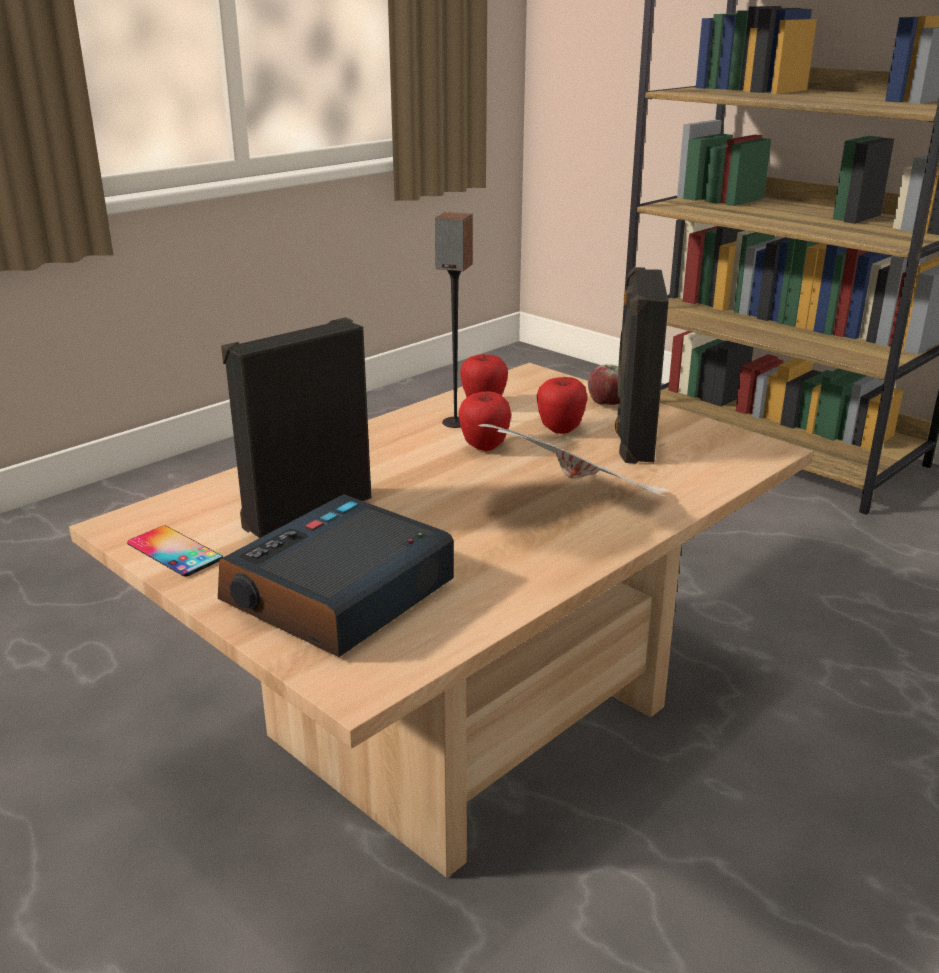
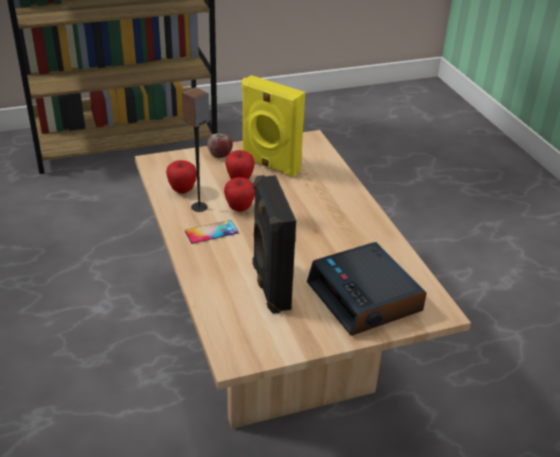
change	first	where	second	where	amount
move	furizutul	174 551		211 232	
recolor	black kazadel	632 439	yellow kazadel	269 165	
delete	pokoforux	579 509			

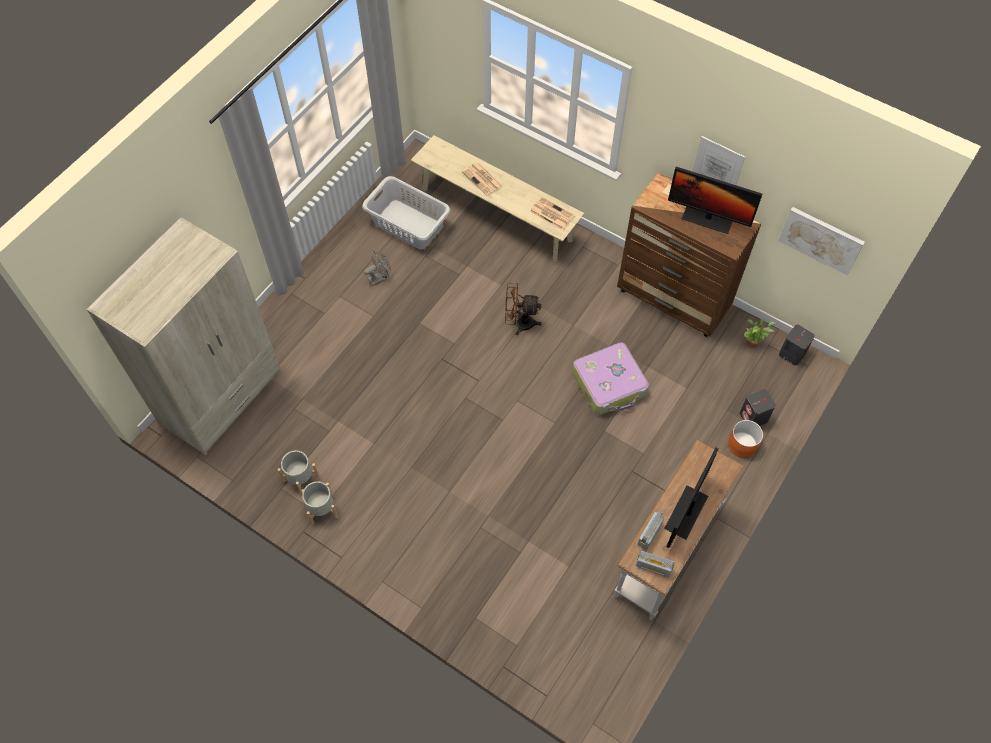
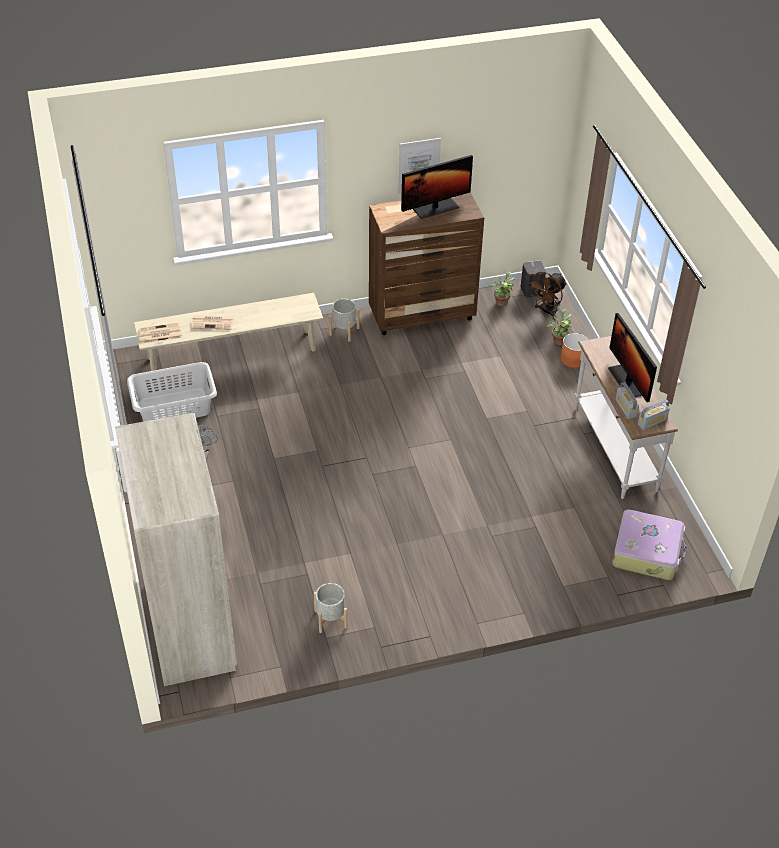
change	first	where	second	where	amount
move	pokoforux	551 213		159 334	
move	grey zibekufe	322 509		344 331	
move	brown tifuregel	519 323		546 311	
replace	grey kazadel	753 417	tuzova	558 340	
move	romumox	609 384		647 551	
delete	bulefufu	821 239			

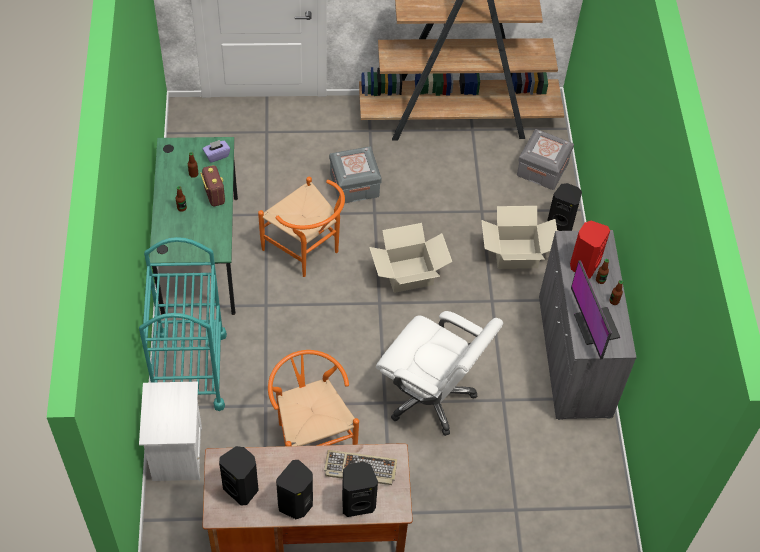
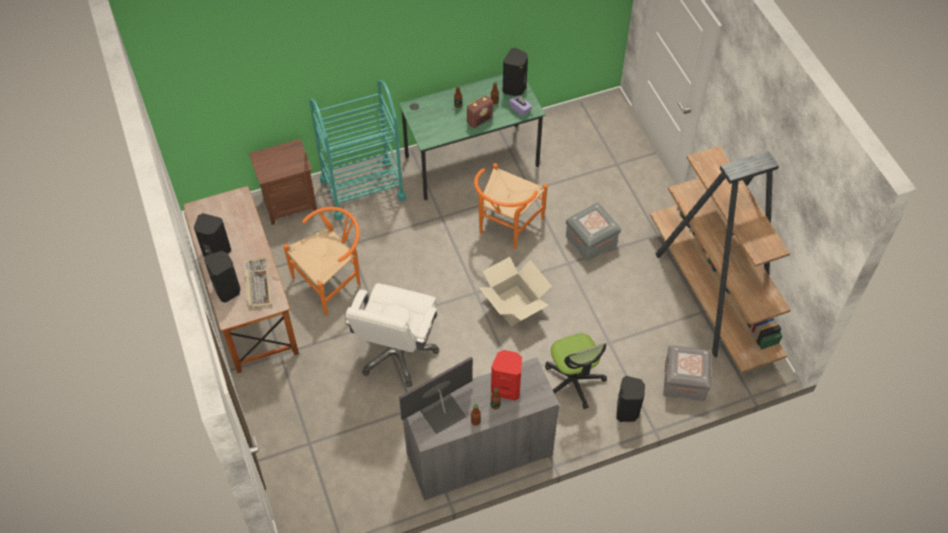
change	first	where	second	where	amount
recolor	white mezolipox	176 454	brown mezolipox	289 204	
move	black kazadel	242 488		515 88	
replace	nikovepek	516 254	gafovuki	573 382	

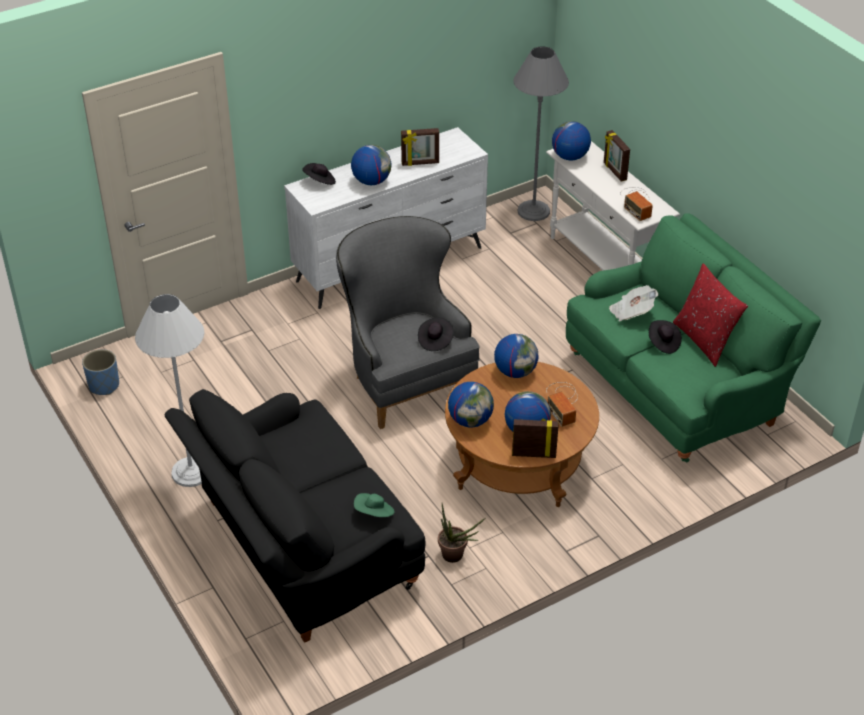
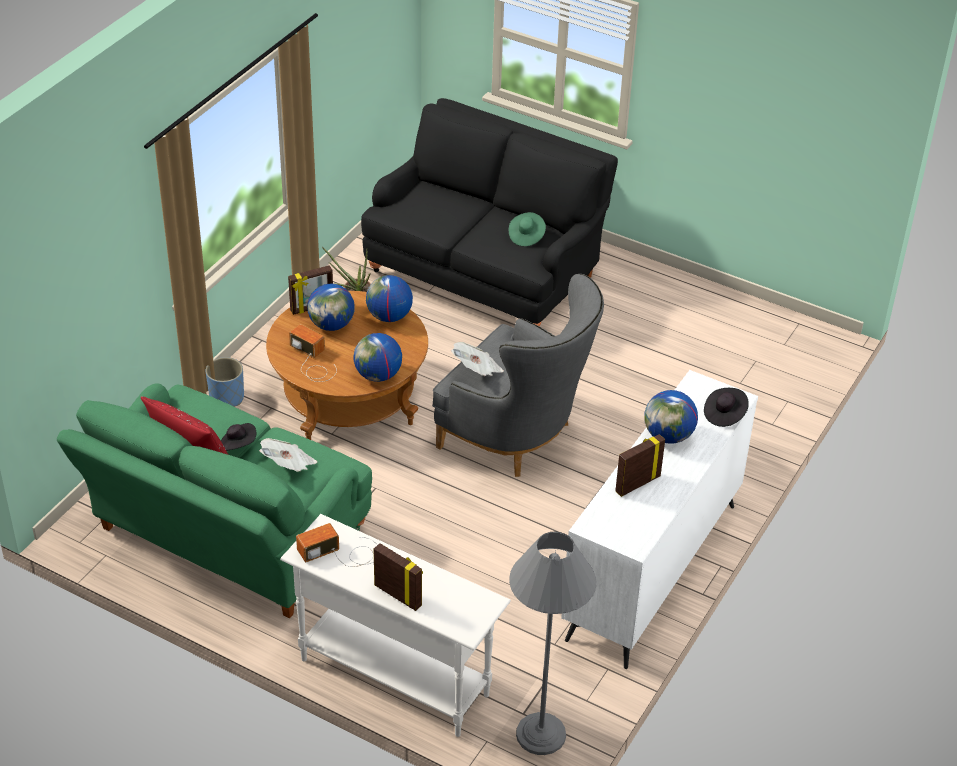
change	first	where	second	where	amount
move	blue zibekufe	104 385		226 398	
rotate	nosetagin	637 202		342 553	60 degrees counterclockwise
replace	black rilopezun	435 340	pokoforux	477 370	
move	green rilopezun	374 513		526 236	
delete	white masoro	191 472			
delete	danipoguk	569 157			

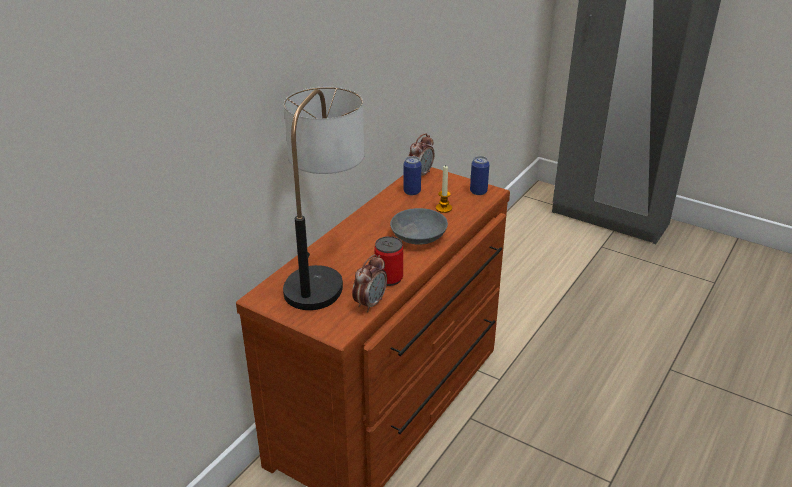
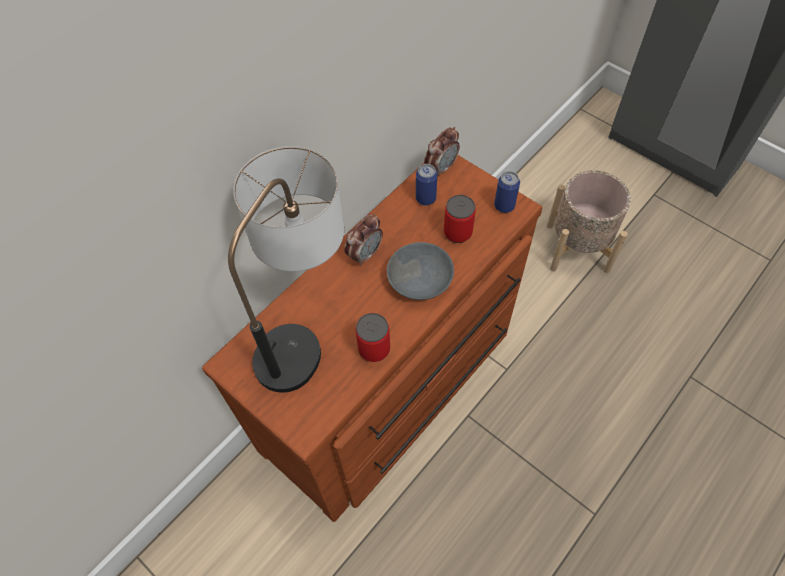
change	first	where	second	where	amount
move	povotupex	370 303		365 254	
replace	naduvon	443 208	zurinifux	457 232	
insert			beige zibekufe	578 248	

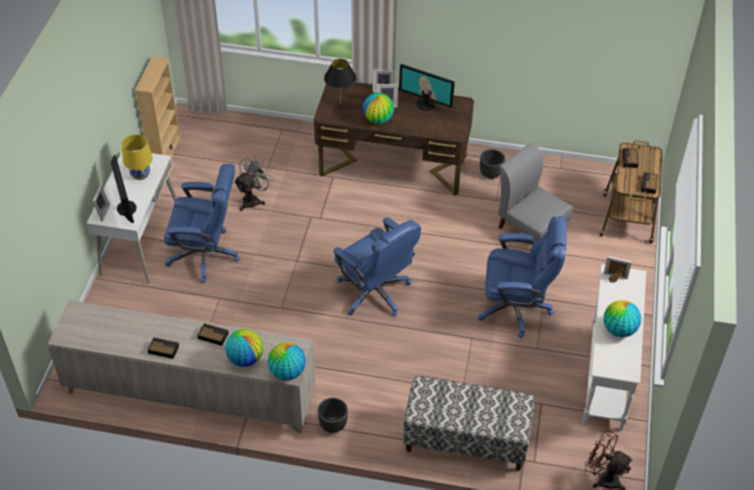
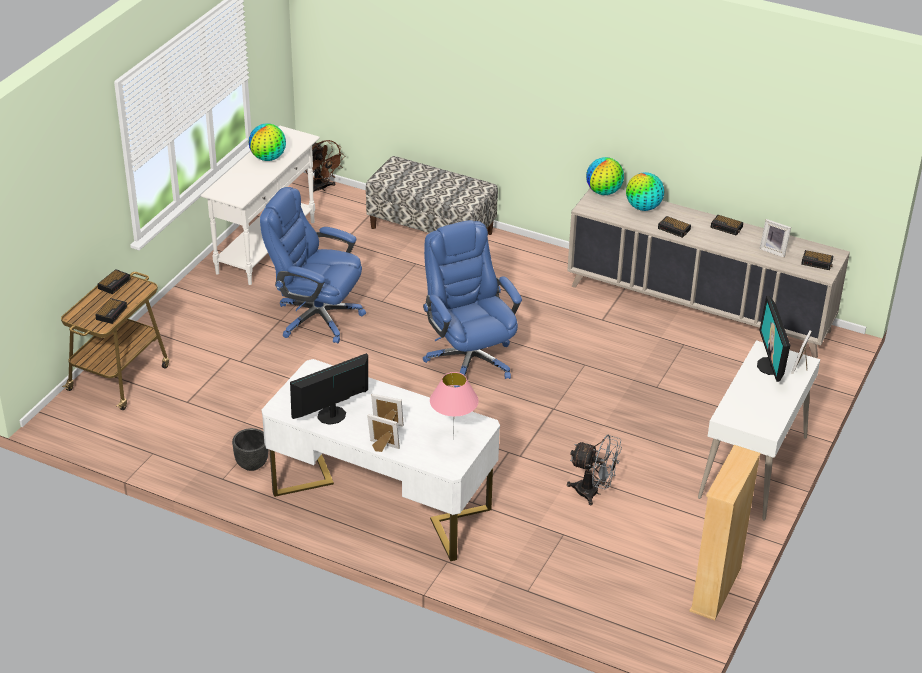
change	first	where	second	where	amount
recolor	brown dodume	393 166	white dodume	381 501	
rotate	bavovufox	426 104		332 416	75 degrees counterclockwise
recolor	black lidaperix	341 104	pink lidaperix	453 438	
rotate	grey tifuregel	253 199		593 492	120 degrees counterclockwise
move	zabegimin	614 279		774 250	
insert			povotupex	817 262	
delete	yellow lidaperix	140 174			
delete	blue gafovuki	205 255			
delete	black zibekufe	333 425			
delete	danipoguk	378 120			
delete	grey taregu	530 228			

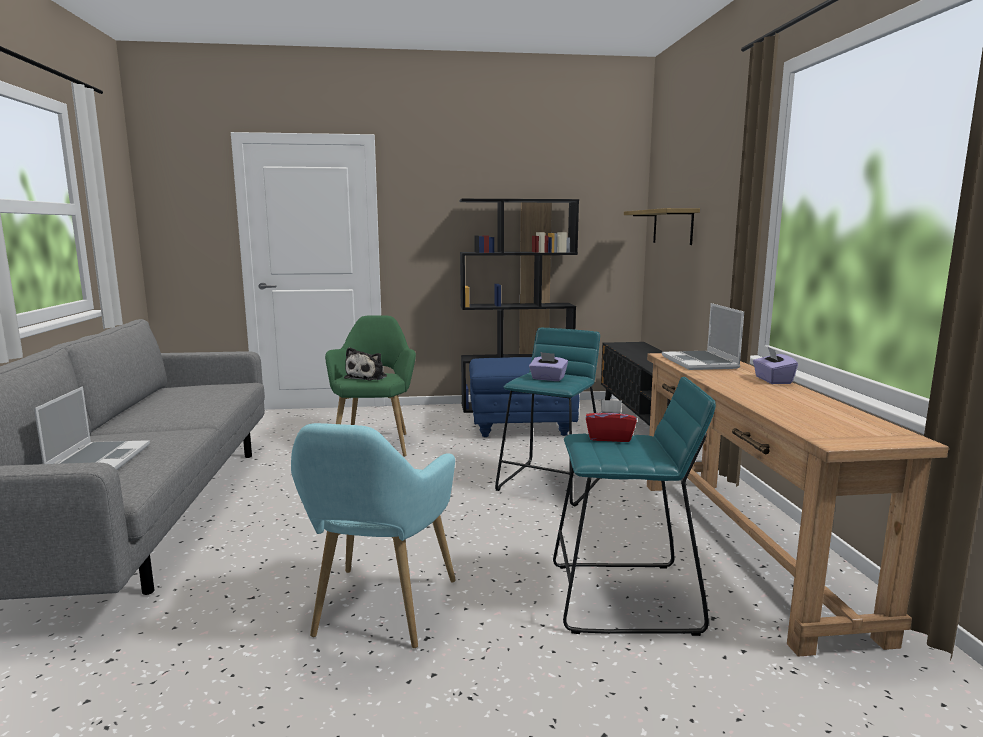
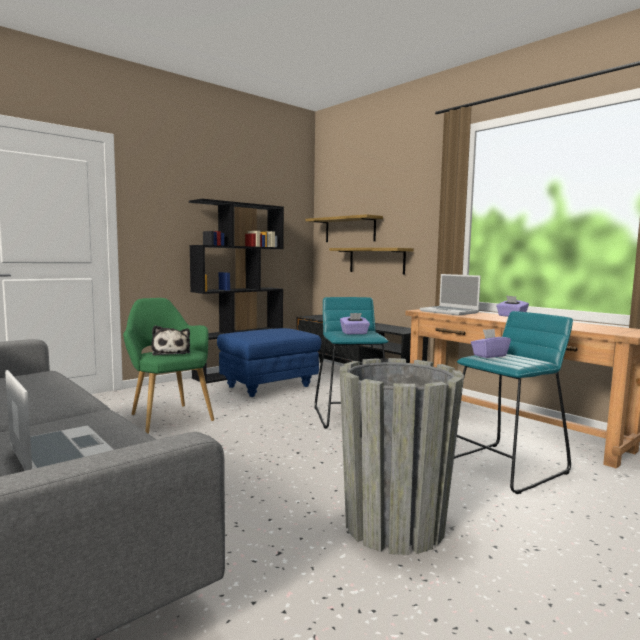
change	first	where	second	where	amount
insert			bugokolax	376 260	
replace	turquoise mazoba	378 613	grey zibekufe	394 525	
recolor	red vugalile	609 437	purple vugalile	489 355	

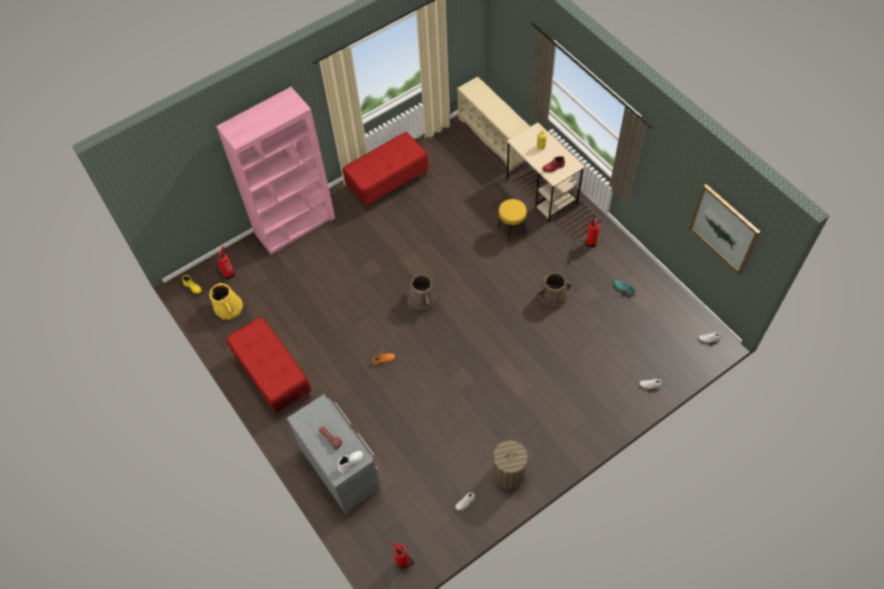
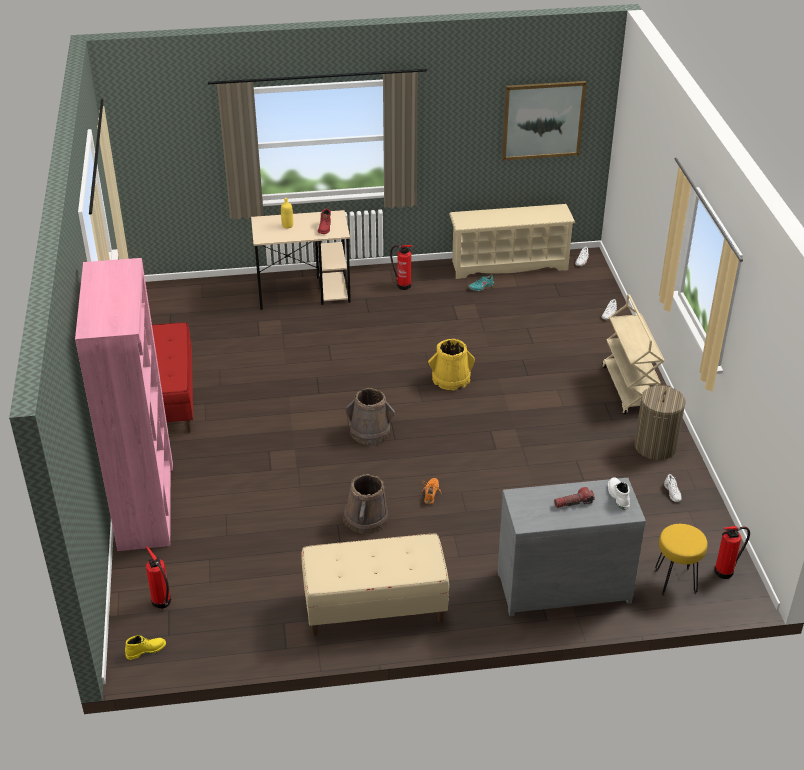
change	first	where	second	where	amount
recolor	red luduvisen	273 376	beige luduvisen	374 608	
move	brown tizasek	552 296		365 519	
move	yellow tizasek	228 308		450 379	
move	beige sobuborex	494 137		509 265	
insert			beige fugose	629 389	
move	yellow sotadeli	511 231		675 582	

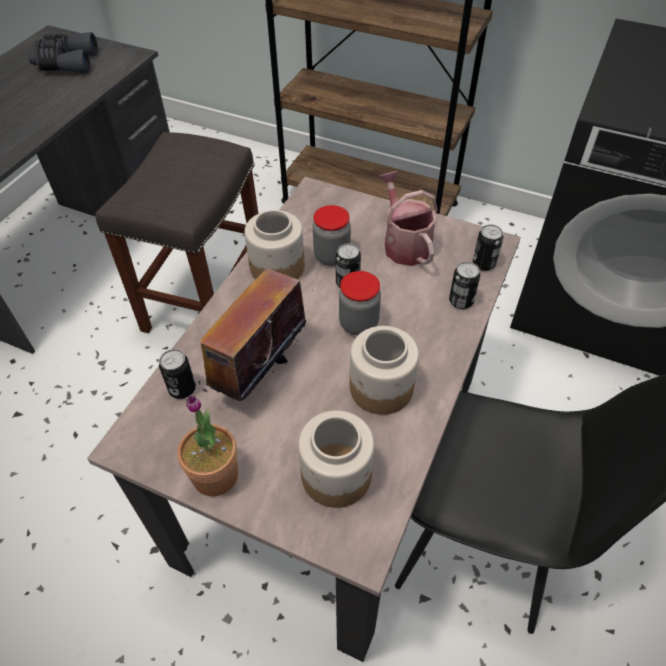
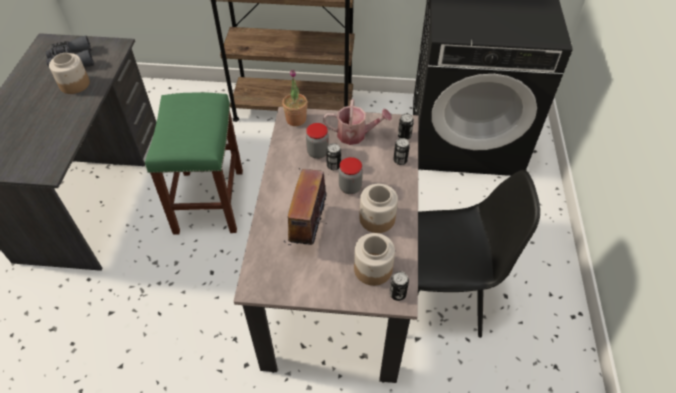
change	first	where	second	where	amount
move	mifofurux	277 268		74 85	
recolor	grey sotadeli	206 301	green sotadeli	210 202	
move	tuzova	215 475		296 119	
rotate	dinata	404 243		356 135	135 degrees clockwise
move	zurinifux	182 389		397 294	

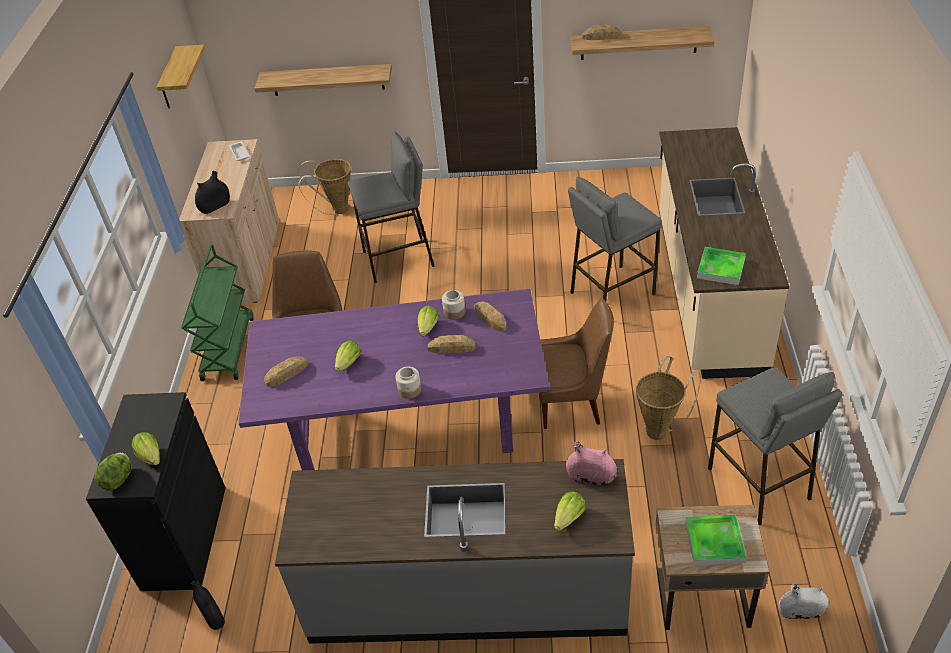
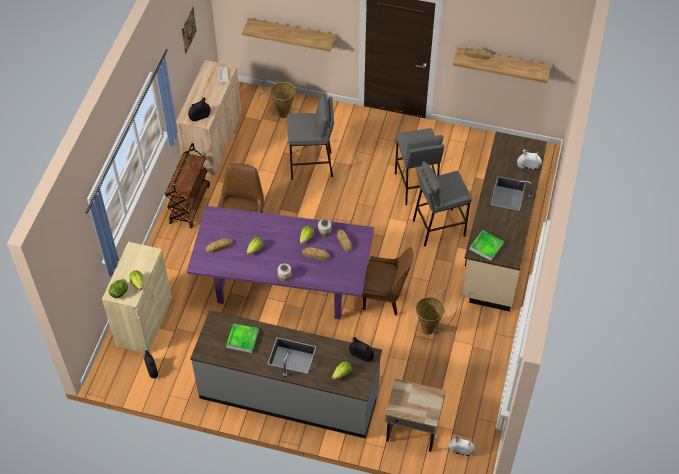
change	first	where	second	where	amount
recolor	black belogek	184 537	beige belogek	144 321	
recolor	green fugose	227 348	brown fugose	189 203	
replace	bugokolax	170 79	bulefufu	188 30	
move	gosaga	714 542		242 339	
recolor	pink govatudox	591 478	black govatudox	361 355	
move	grey sotadeli	759 483		416 186	
insert			white govatudox	528 167	

